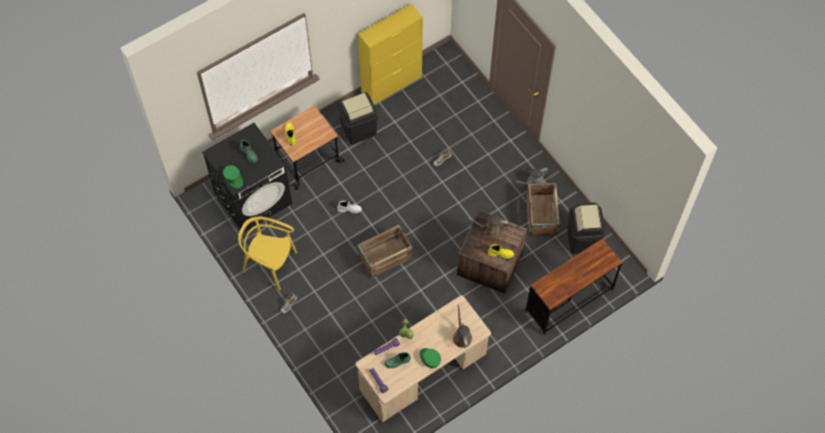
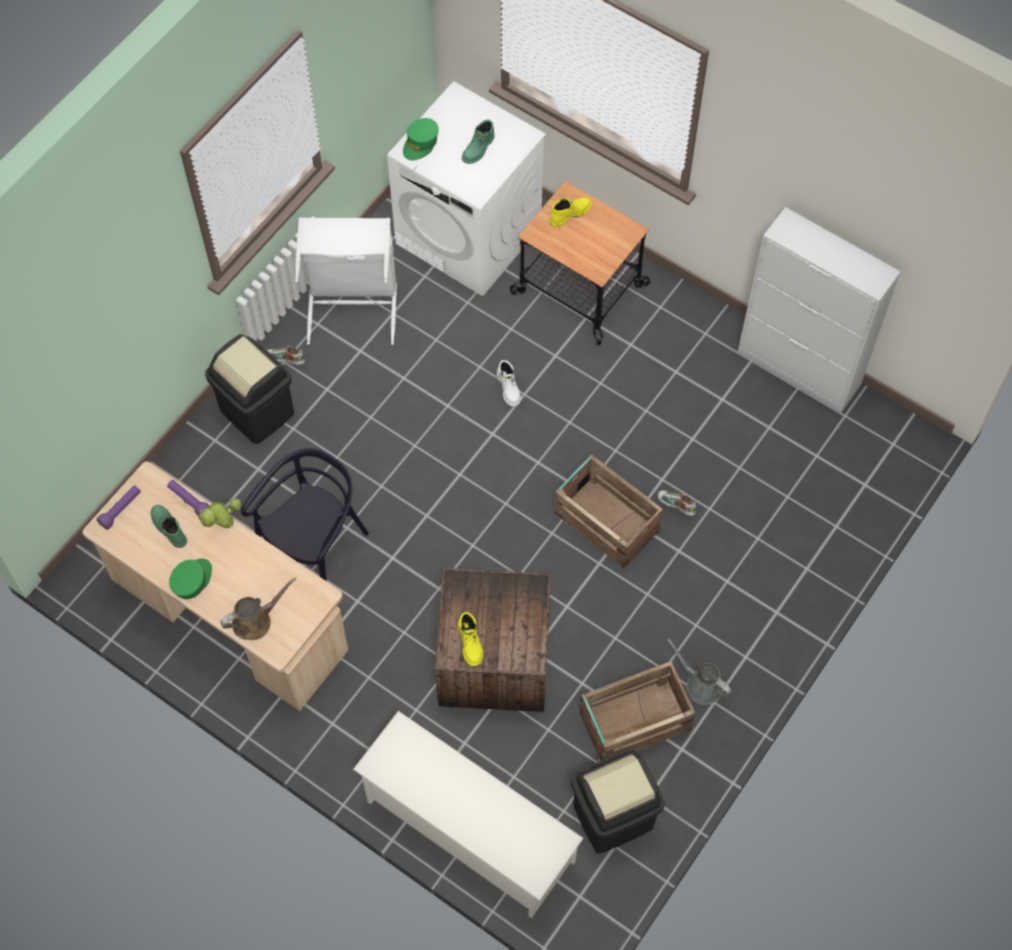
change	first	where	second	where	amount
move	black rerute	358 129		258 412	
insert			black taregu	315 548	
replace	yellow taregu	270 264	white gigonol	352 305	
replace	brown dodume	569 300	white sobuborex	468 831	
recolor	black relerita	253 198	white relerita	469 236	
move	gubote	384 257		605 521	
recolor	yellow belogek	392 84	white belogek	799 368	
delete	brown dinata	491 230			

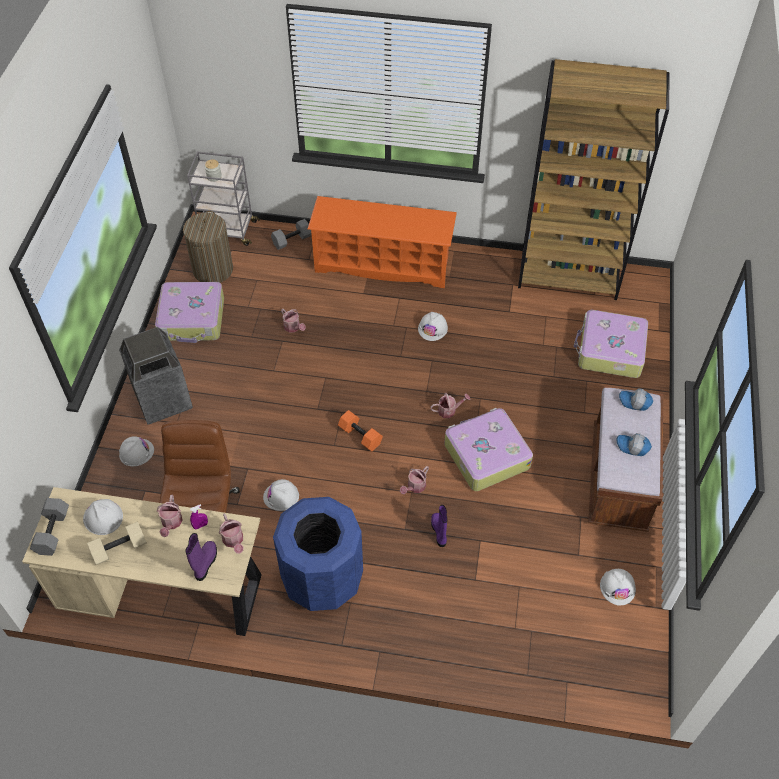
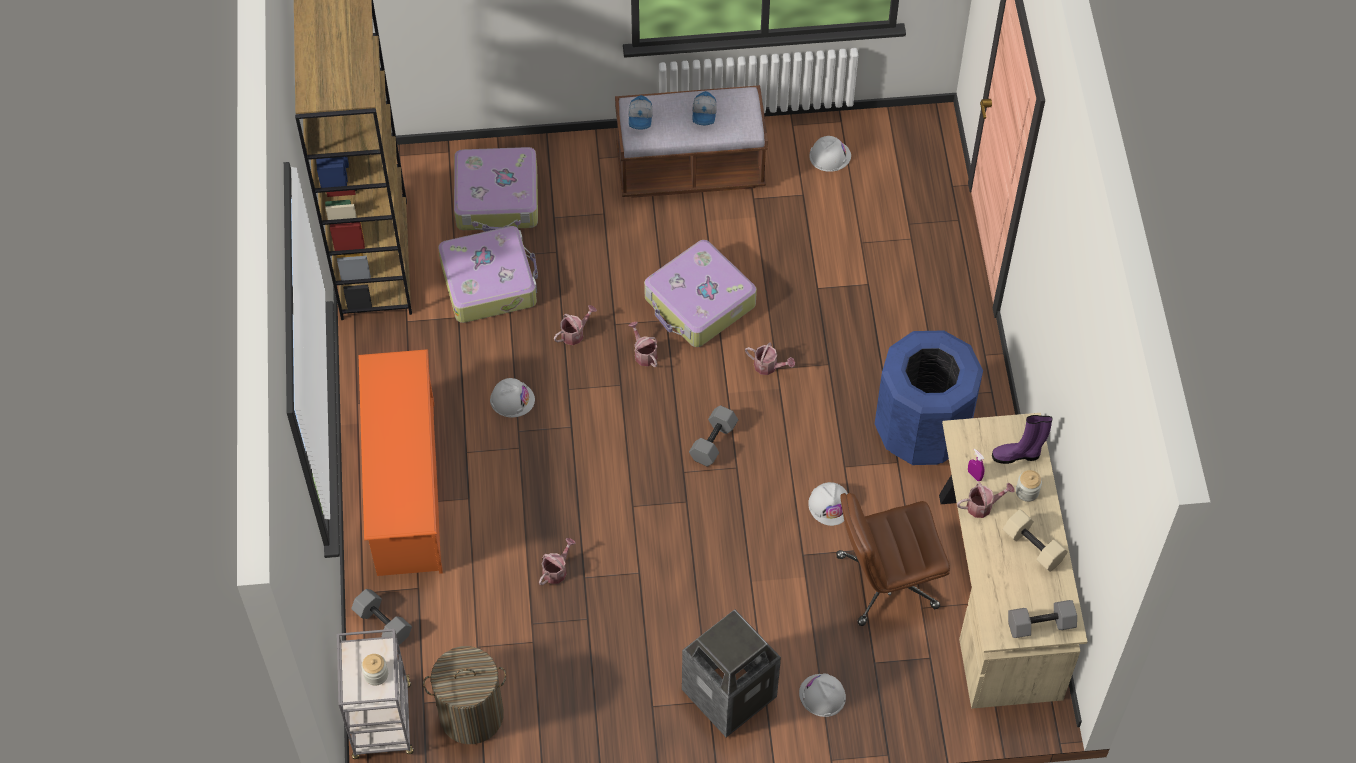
change	first	where	second	where	amount
move	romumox	192 319		489 282	
move	dinata	234 541		575 333	
recolor	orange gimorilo	359 436	grey gimorilo	714 443	
insert			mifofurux	1027 491	
delete	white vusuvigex	103 517			
delete	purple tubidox	439 532			

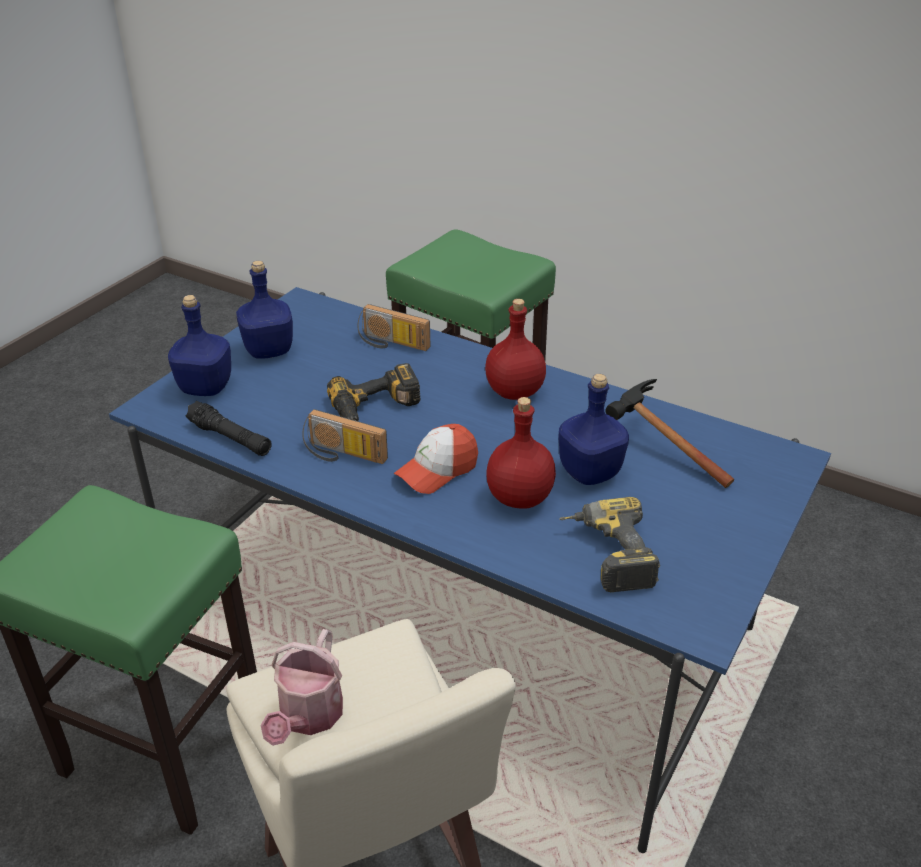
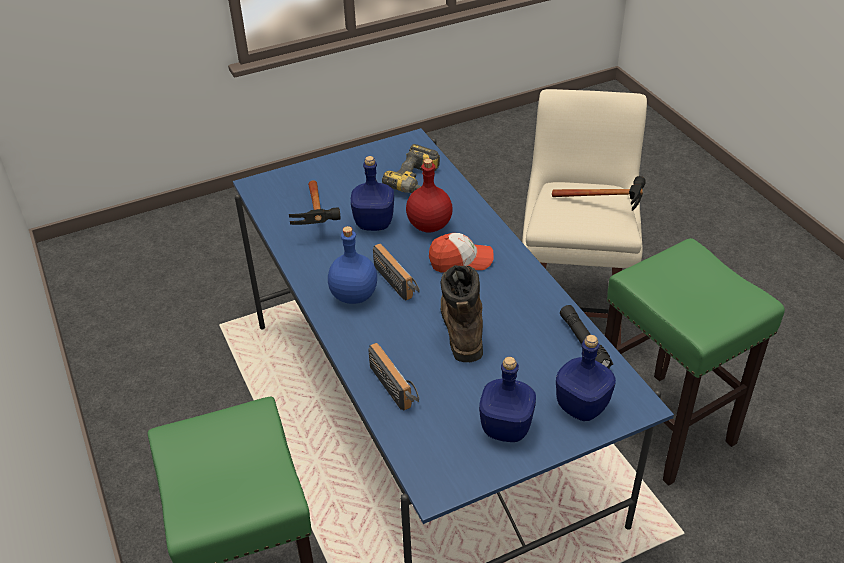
change	first	where	second	where	amount
recolor	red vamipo	515 392	blue vamipo	353 295	
move	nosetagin	342 455		399 281	
replace	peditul	376 408	brown tubidox	461 324	
replace	dinata	308 717	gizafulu	608 207	

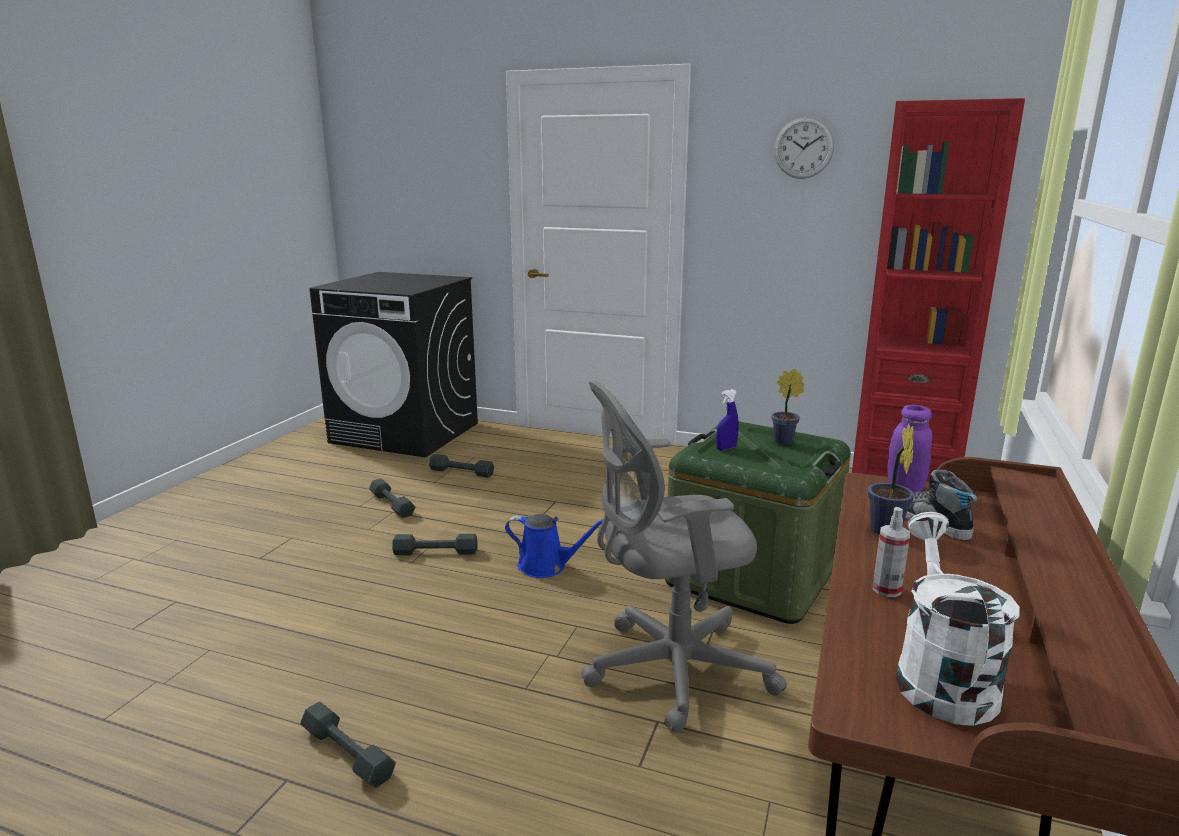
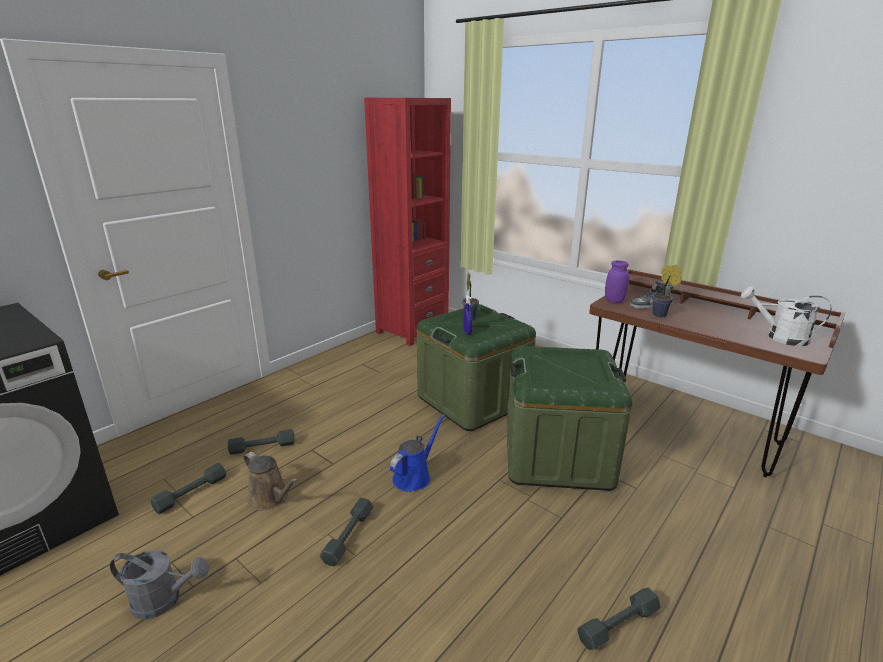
change	first	where	second	where	amount
insert			grey dinata	164 600	
move	grey gimorilo	391 504		262 447	
insert			brown dinata	271 498	
replace	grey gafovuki	669 670	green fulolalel	557 456	
delete	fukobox	803 148			
delete	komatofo	886 589			

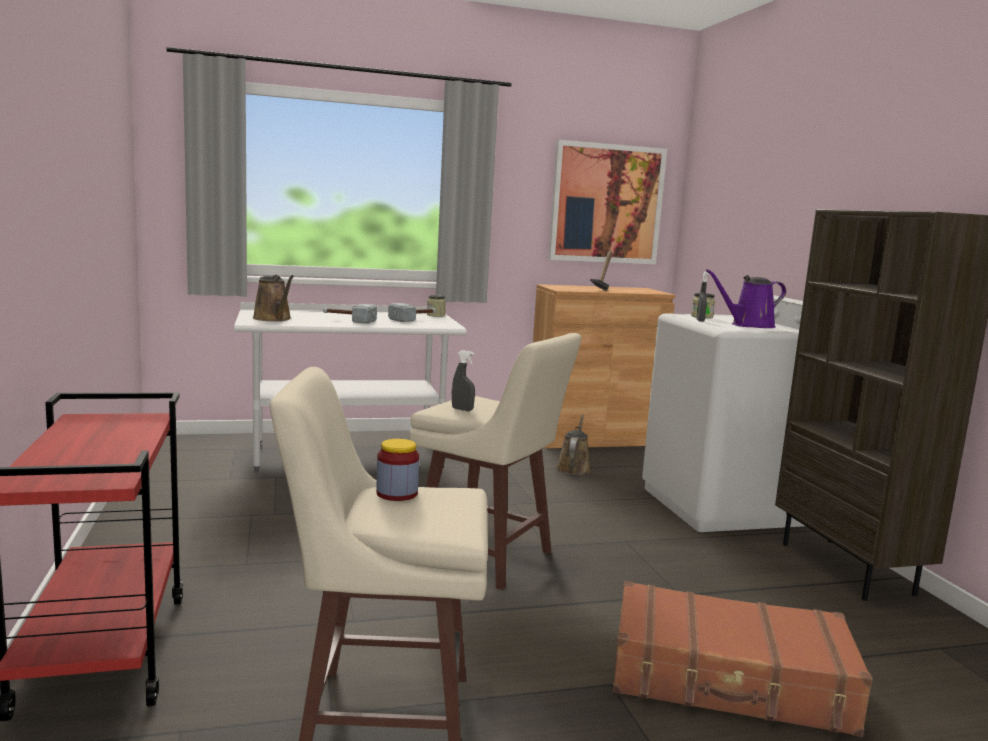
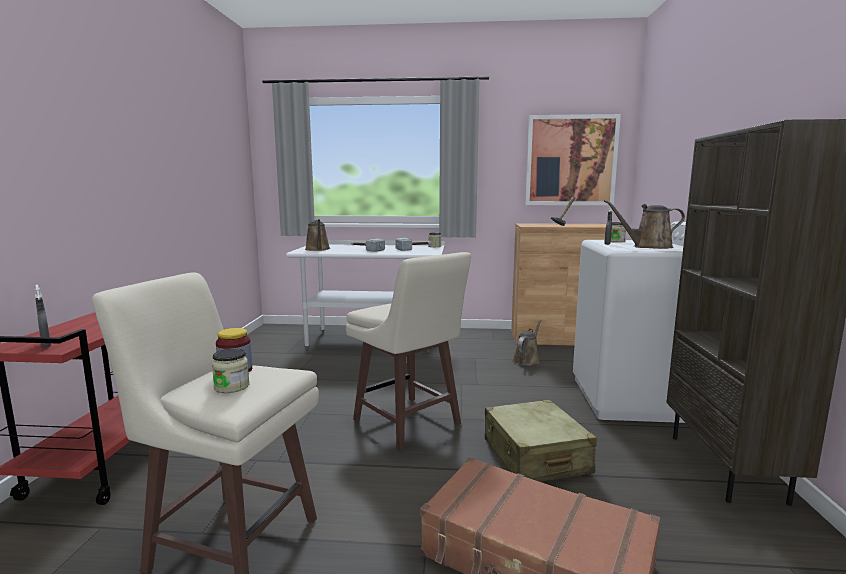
change	first	where	second	where	amount
move	grey komatofo	462 409		46 345	
insert			mifofurux	232 386	
insert			beige romumox	535 456	
recolor	purple dinata	748 325	brown dinata	648 247	

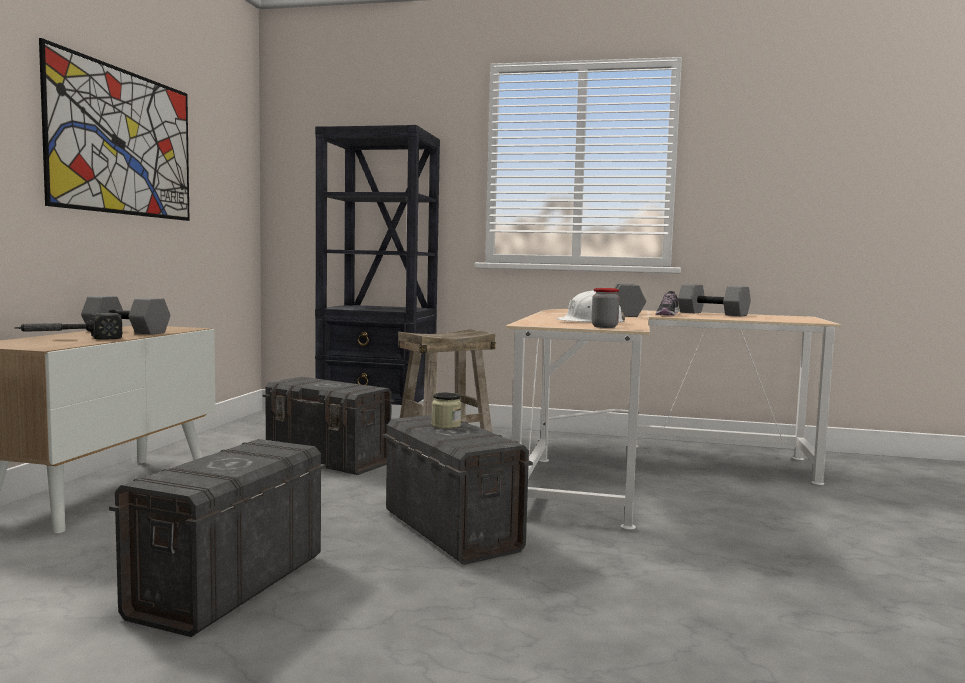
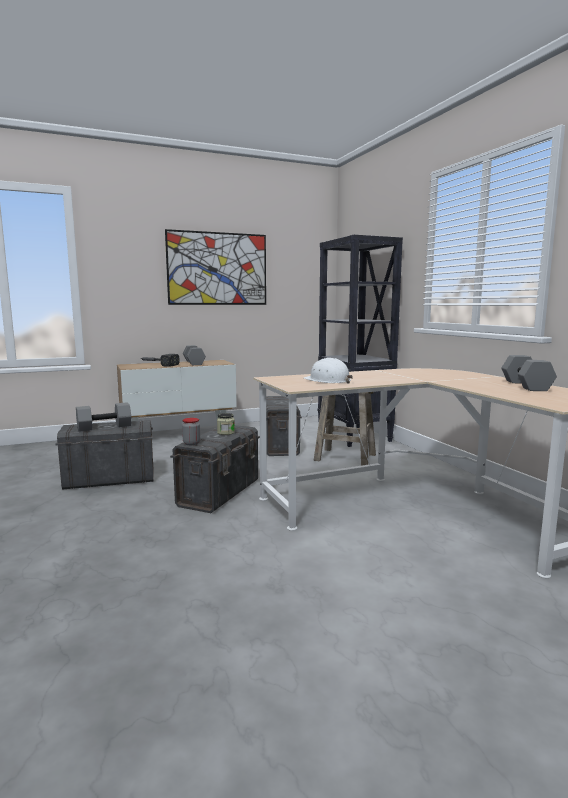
change	first	where	second	where	amount
move	grey gimorilo	627 314		104 427	
move	mifofurux	604 327		191 443	
delete	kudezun	667 314			

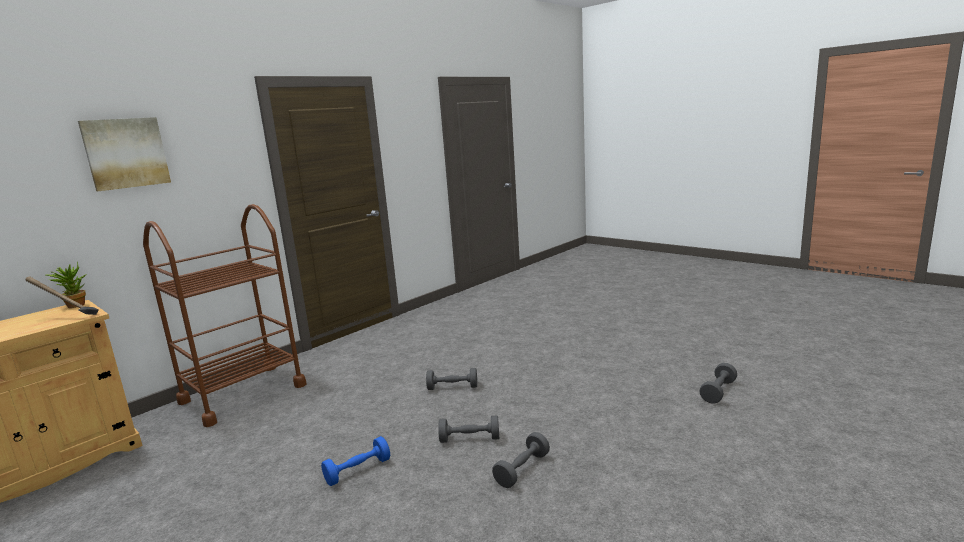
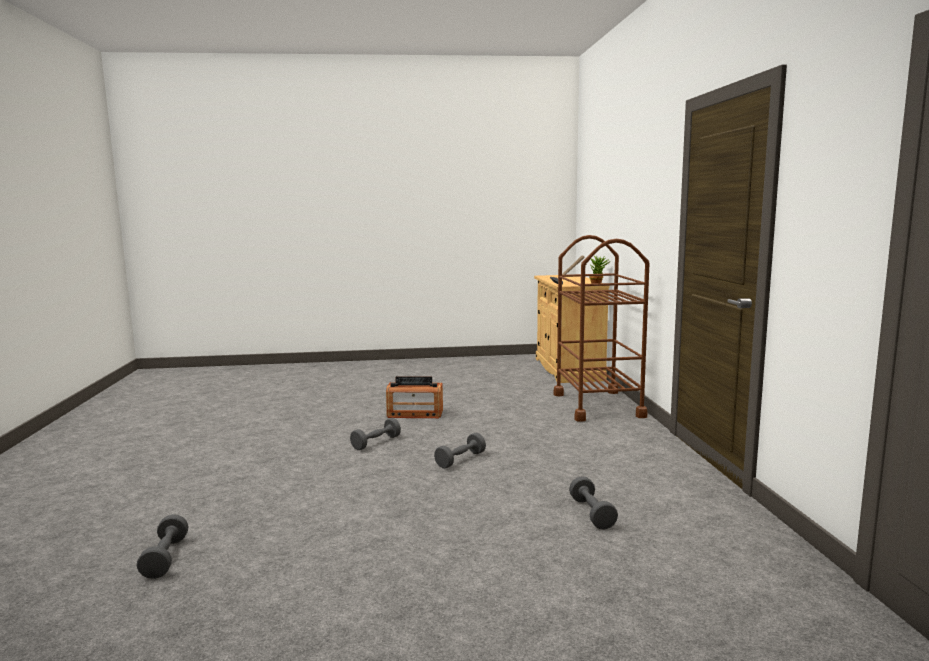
change	first	where	second	where	amount
replace	blue gimorilo	358 471	nosetagin	415 414	
move	grey gimorilo	522 469		592 513	
delete	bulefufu	126 153			

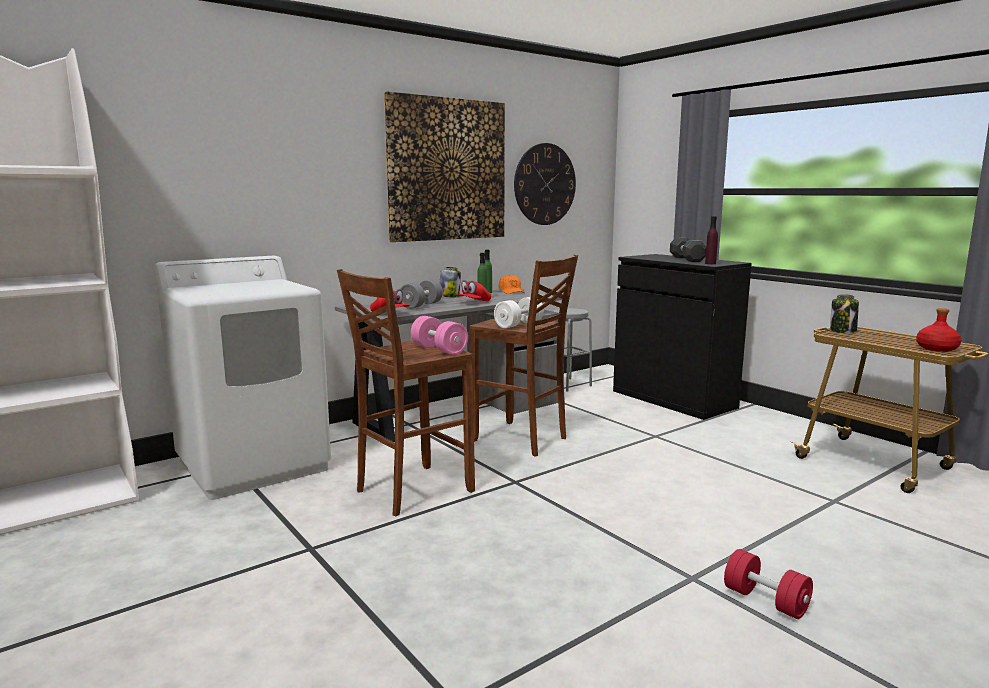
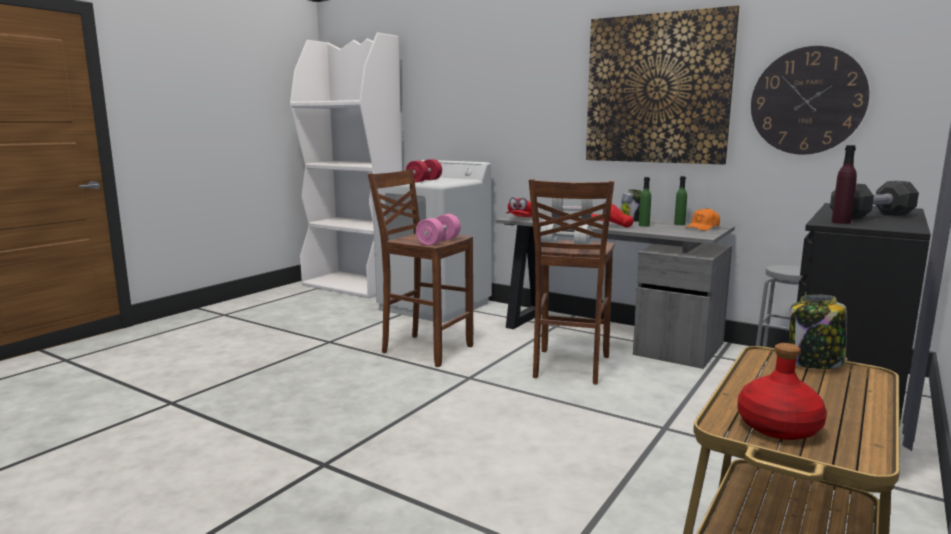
change	first	where	second	where	amount
move	red gimorilo	765 601		424 181	

